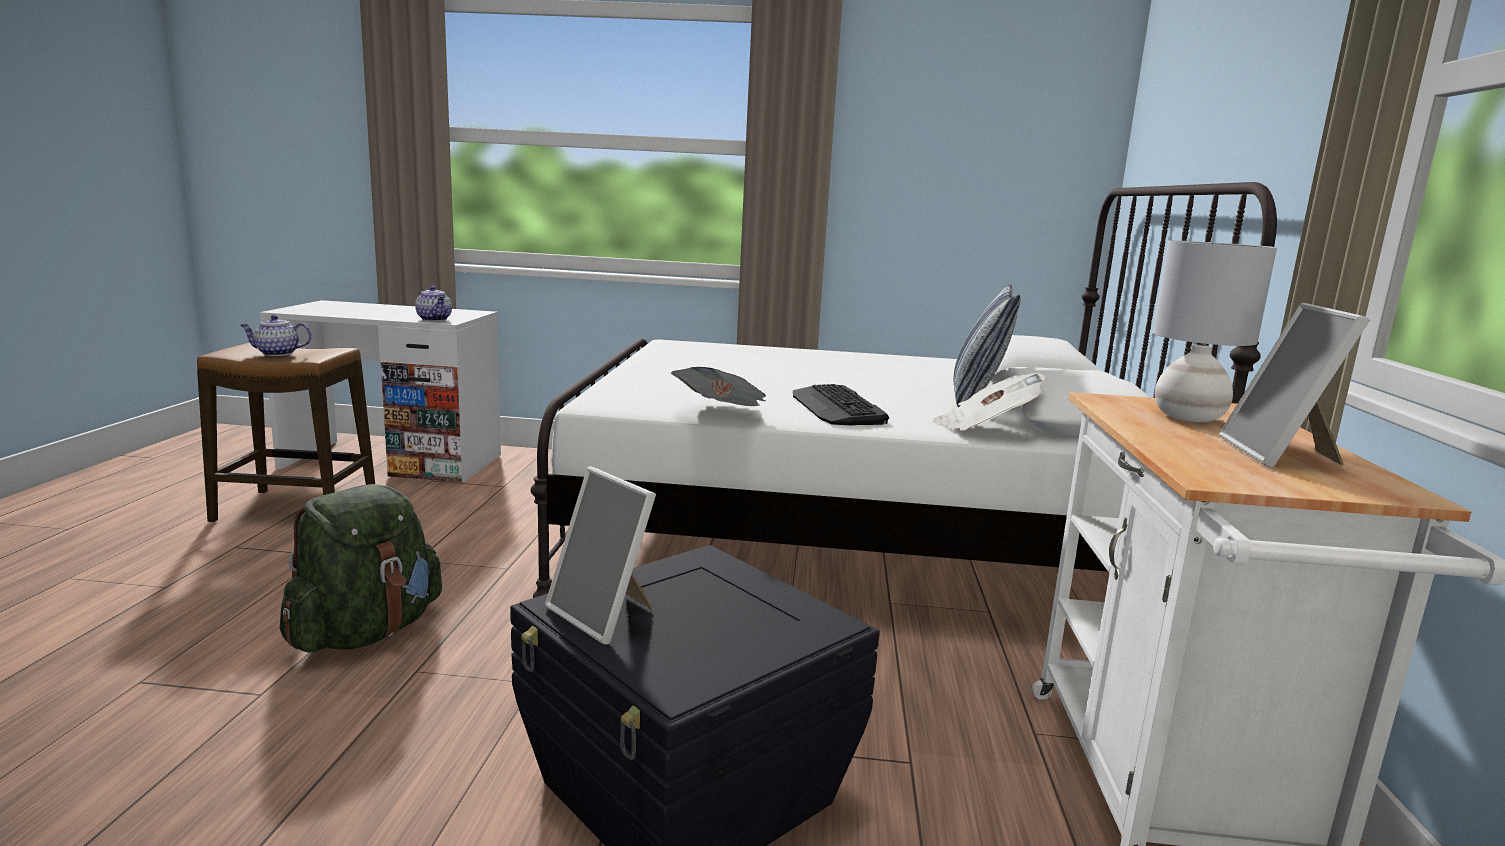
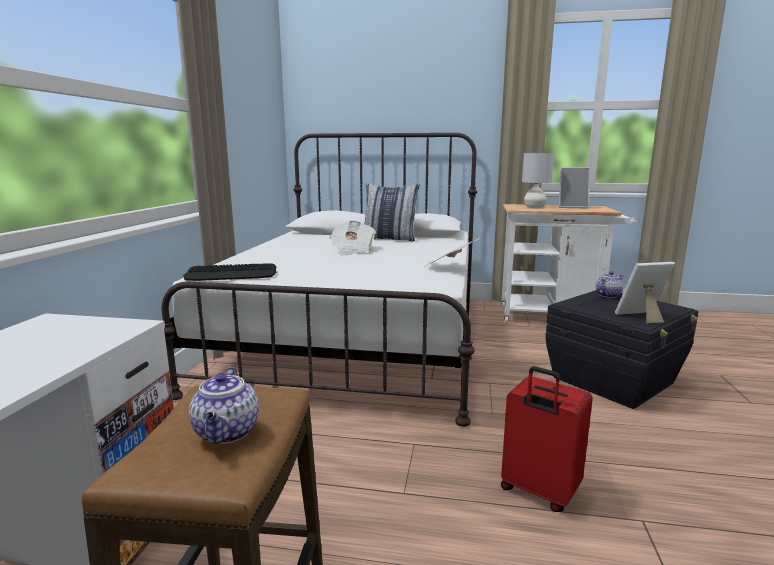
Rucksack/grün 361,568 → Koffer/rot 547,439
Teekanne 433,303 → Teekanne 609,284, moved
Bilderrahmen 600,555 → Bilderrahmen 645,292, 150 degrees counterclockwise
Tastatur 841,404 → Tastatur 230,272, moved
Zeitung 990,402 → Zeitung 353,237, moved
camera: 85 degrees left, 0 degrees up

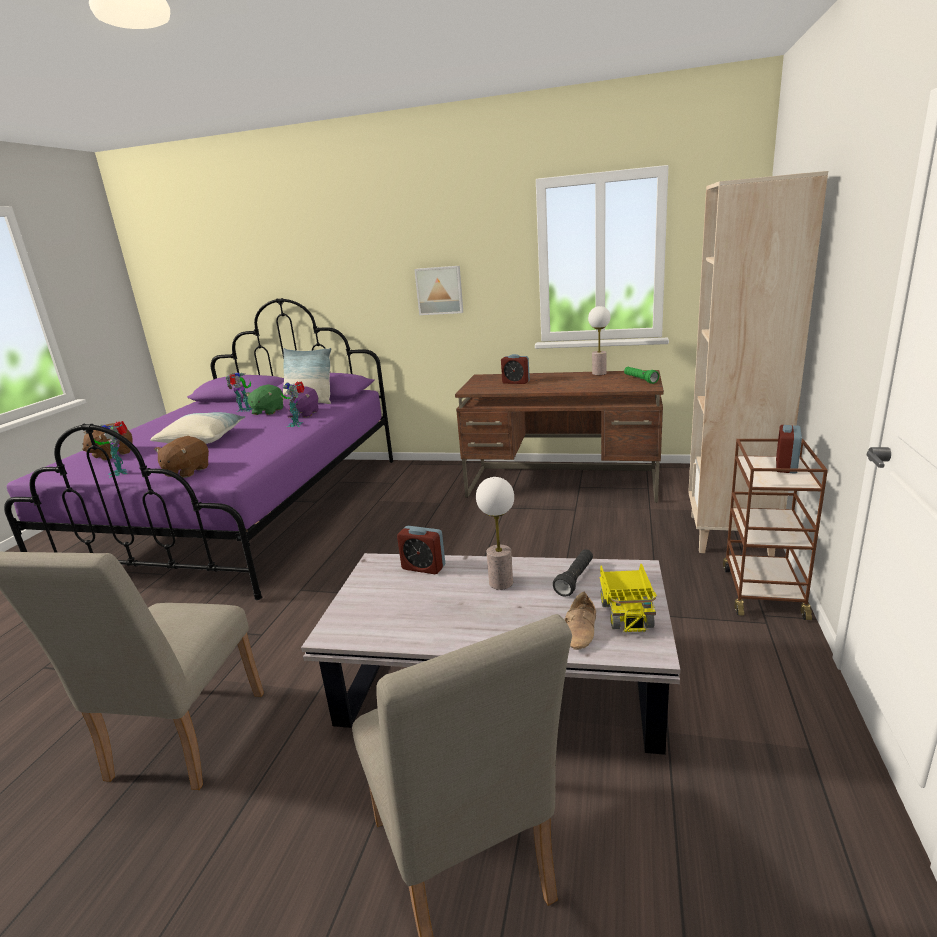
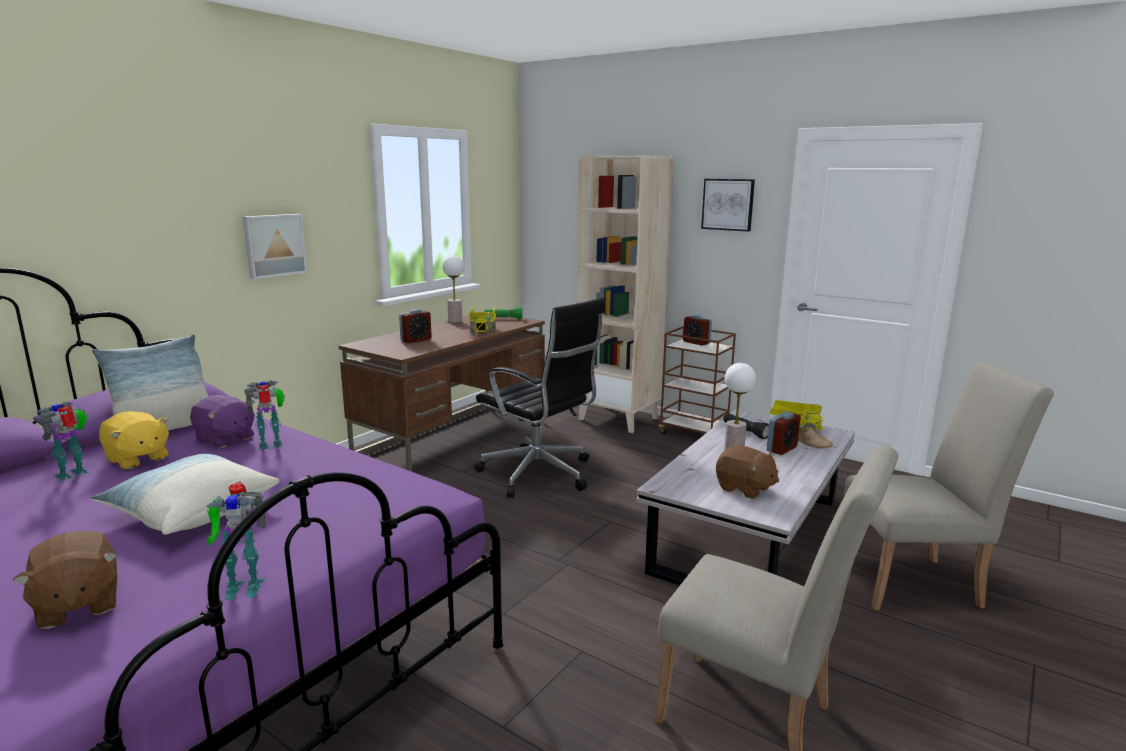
Plüschtier/braun 181,457 → Plüschtier/braun 747,472, moved
Plüschtier/grün 264,399 → Plüschtier/gelb 134,440
Spielzeugroboter 293,404 → Spielzeugroboter 264,415, 135 degrees clockwise
Wecker 421,550 → Wecker 784,433, moved
- → Spielzeuglaster 482,320
- → Bürostuhl/schwarz 540,397
- → Bild 728,205
camera: 70 degrees left, 5 degrees down

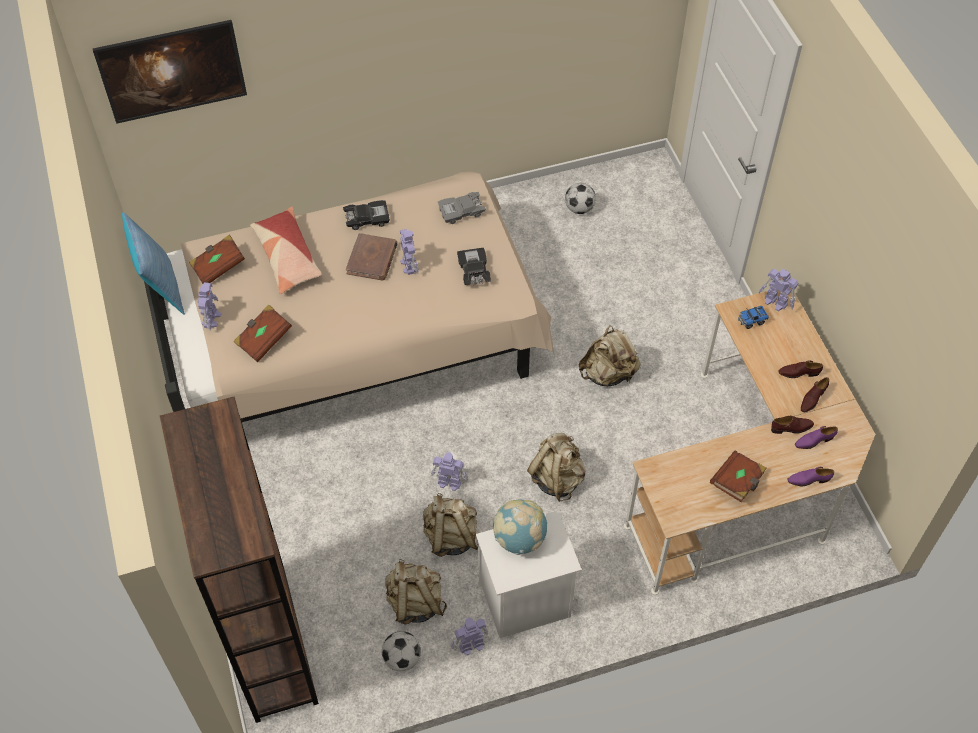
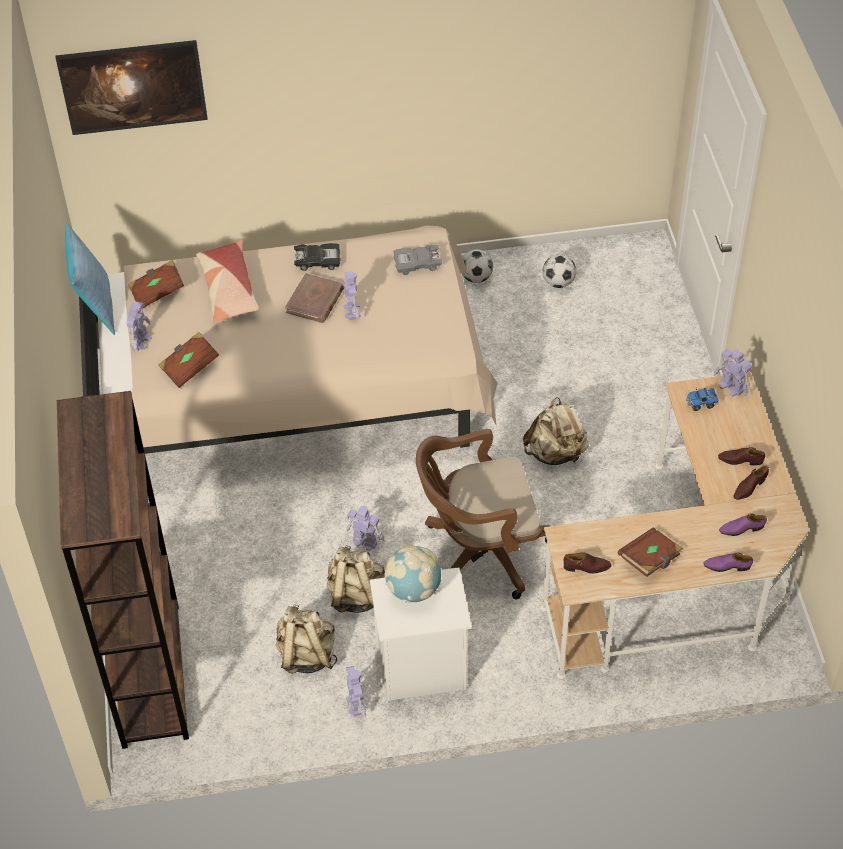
Fußball 401,651 → Fußball 477,266, moved
Spielzeugroboter 469,636 → Spielzeugroboter 356,691, 90 degrees clockwise
Spielzeugauto/schwarz 474,266 → -
Rucksack/beige 556,467 → Bürostuhl/braun 483,514
Schuh/braun 792,425 → Schuh/braun 587,563, moved
camera: 10 degrees right, 5 degrees down

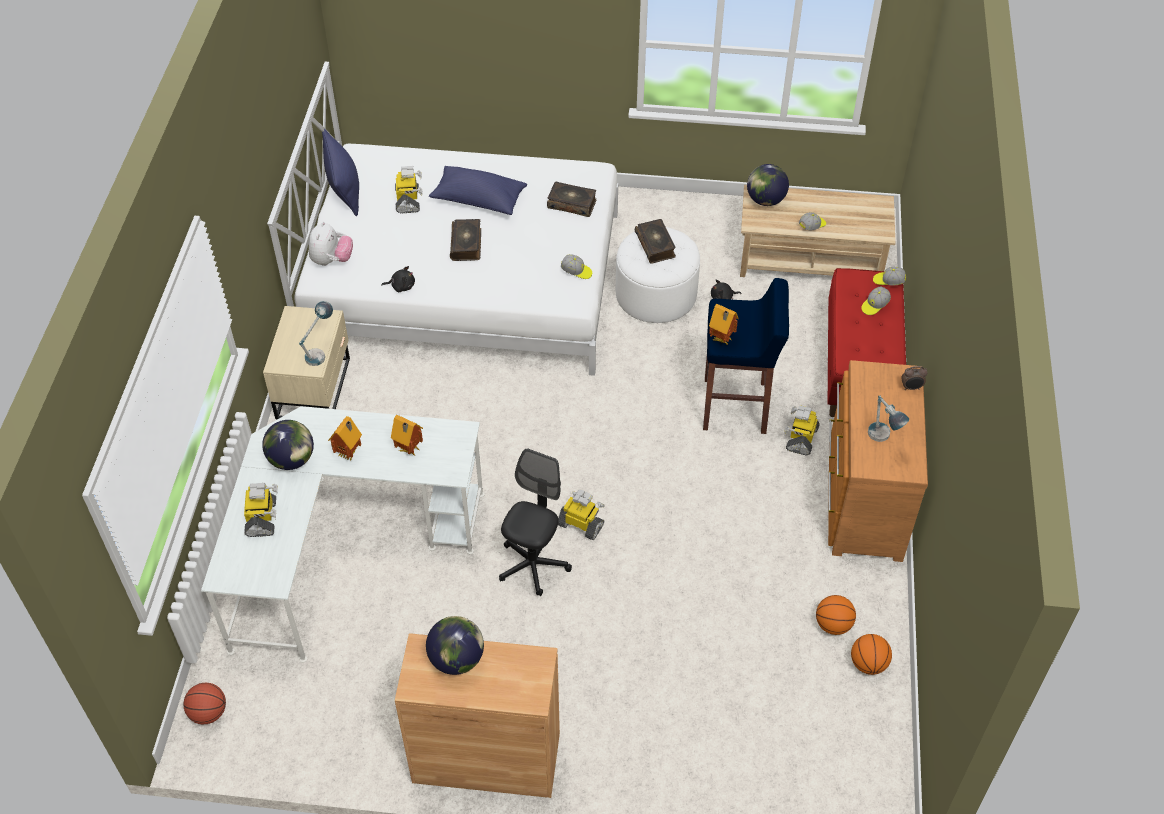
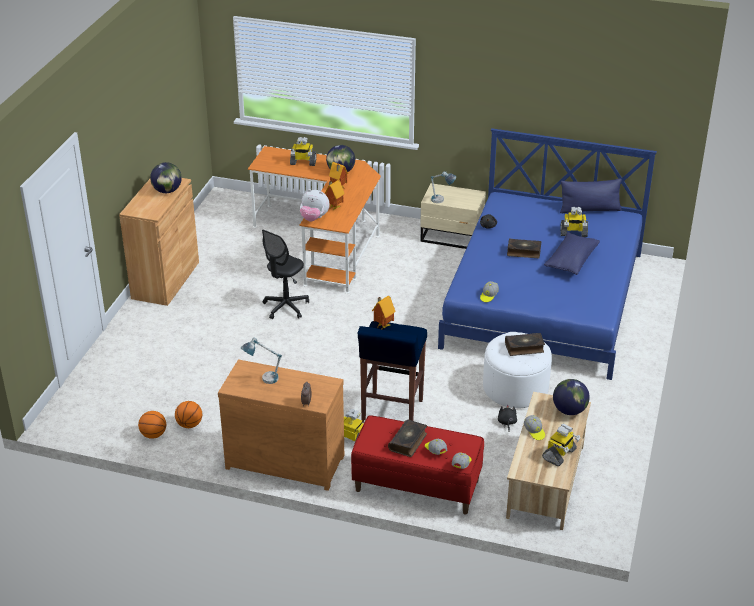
Basketball 204,703 → -
Schreibtisch/weiß 343,534 → Schreibtisch/orange 314,220
Bett/weiß 442,219 → Bett/blau 547,254
Plüschtier 331,244 → Plüschtier 315,205, moved
Bürostuhl/schwarz 535,522 → Bürostuhl/schwarz 285,274, 90 degrees clockwise
Buch 571,199 → Buch 407,438, moved
Spielzeugroboter 581,515 → Spielzeugroboter 561,445, moved
camera: 100 degrees right, 15 degrees down

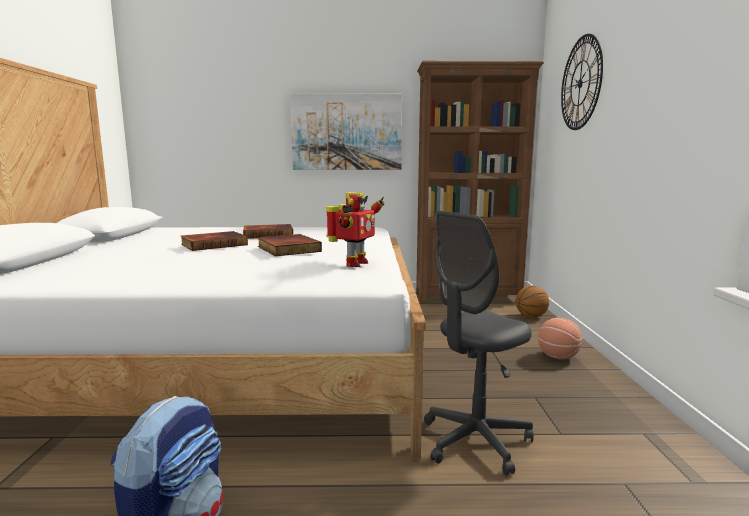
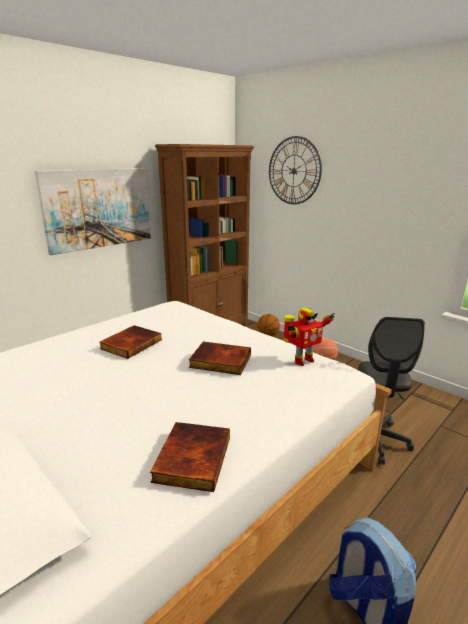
Buch 214,241 → Buch 190,457, moved
Spielzeugroboter 355,229 → Spielzeugroboter 309,336, 75 degrees clockwise
camera: 45 degrees left, 10 degrees up

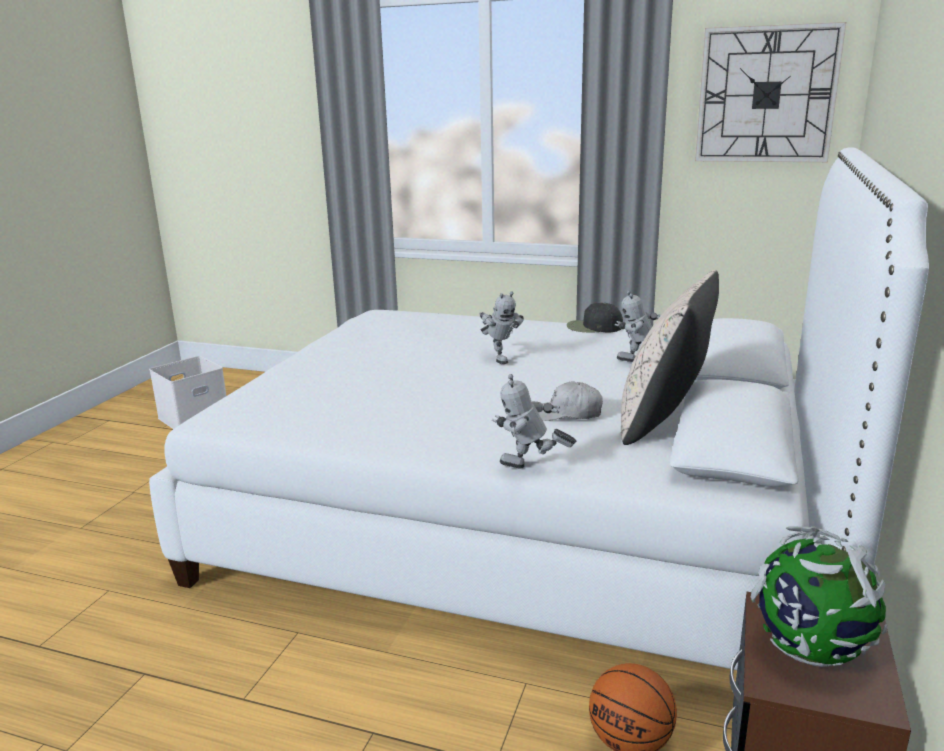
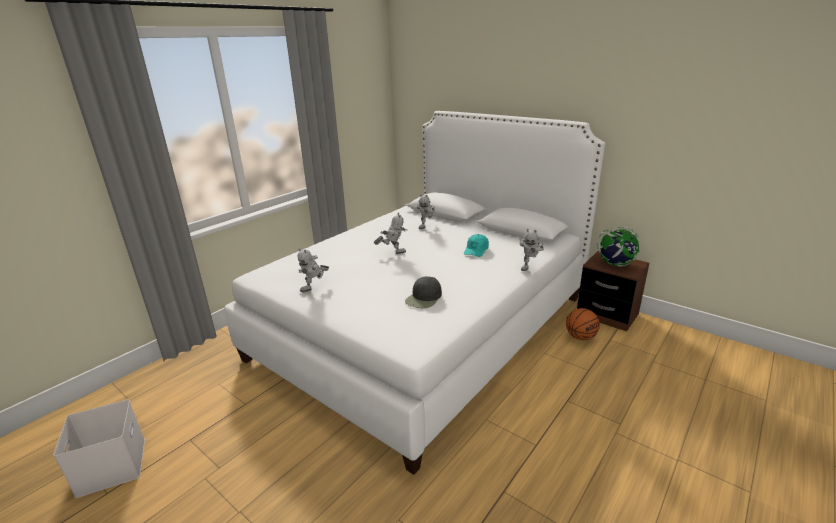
Kappe/weiß 570,401 → Kappe/türkis 476,245
Kappe/schwarz 595,317 → Kappe/schwarz 423,292, moved
Kissen/beige 670,357 → -
Wanduhr 770,92 → -
- → Spielzeugroboter 313,270
camera: 70 degrees left, 5 degrees up

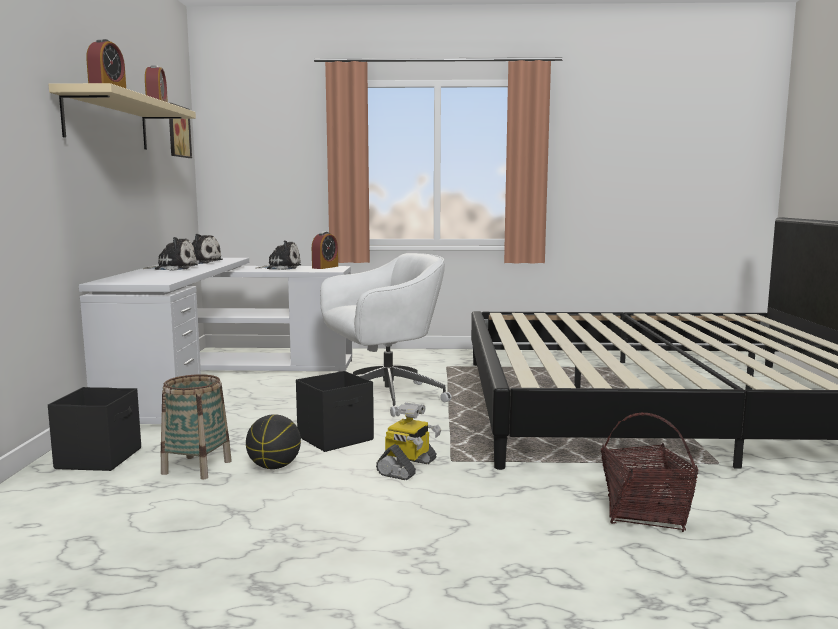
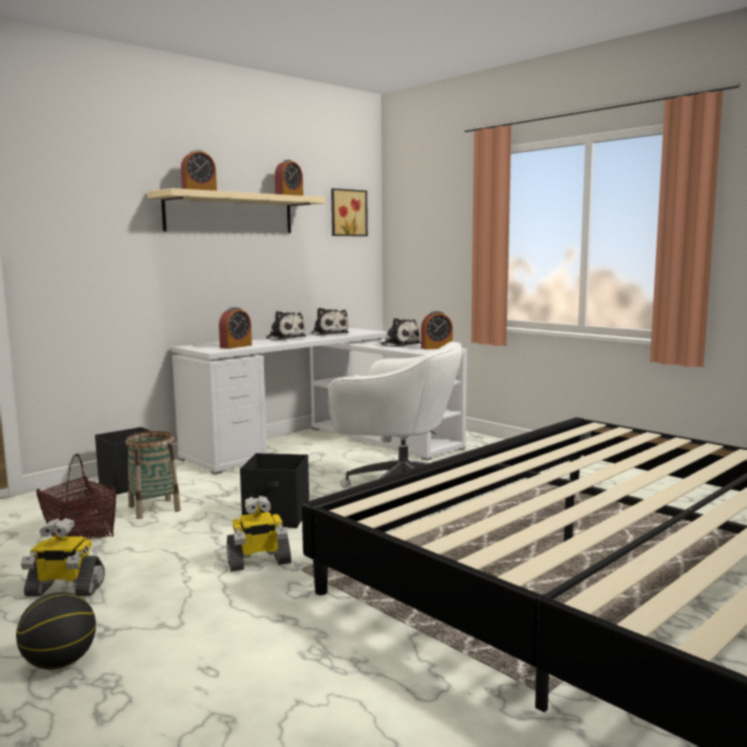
Basketball 273,441 → Basketball 56,630, moved
Korb 649,472 → Korb 76,497, moved
- → Spielzeugroboter 63,557
- → Wecker 235,328
camera: 45 degrees right, 0 degrees up

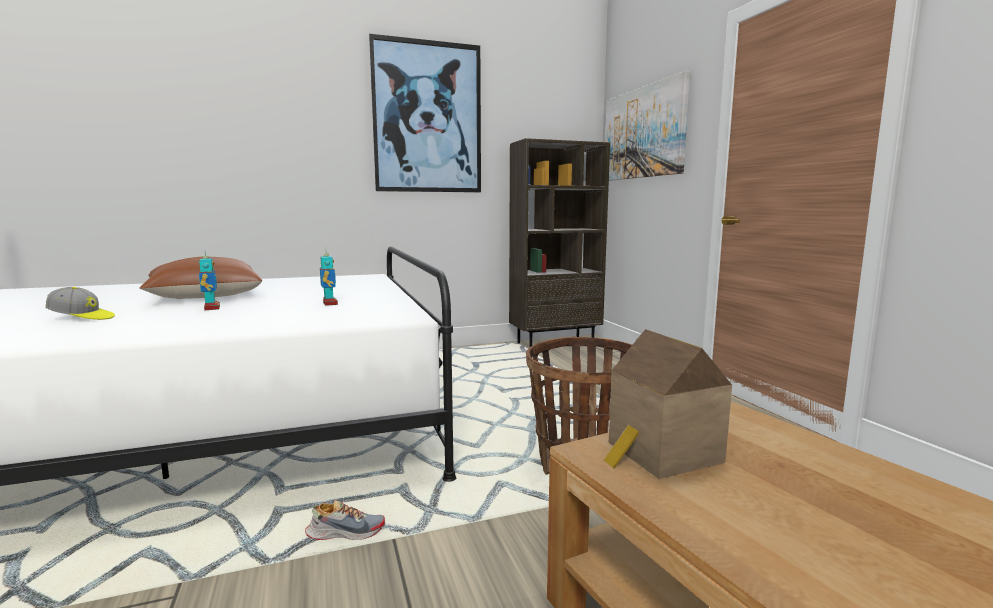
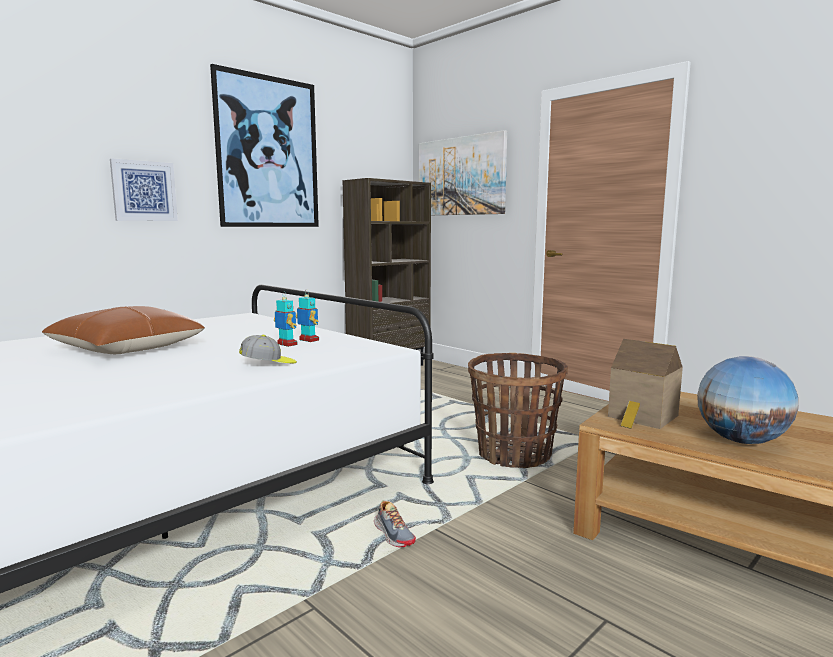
Kappe 80,303 → Kappe 268,349, moved
Spielzeugroboter 209,281 → Spielzeugroboter 307,317, moved
Schuh 345,520 → Schuh 395,523, 90 degrees clockwise
- → Bild 144,189
- → Globus 748,400
camera: 25 degrees left, 0 degrees up

